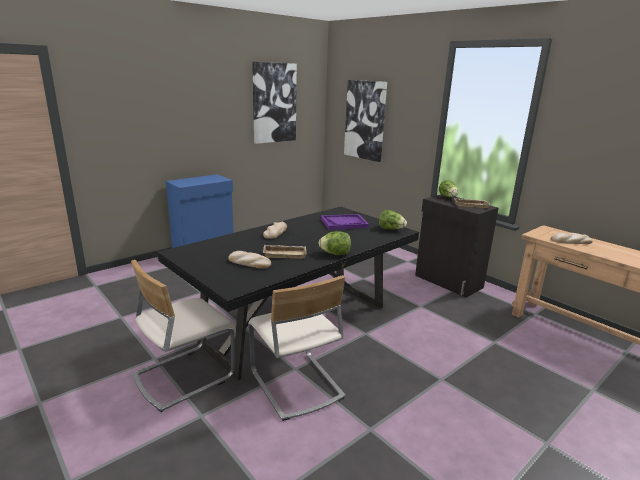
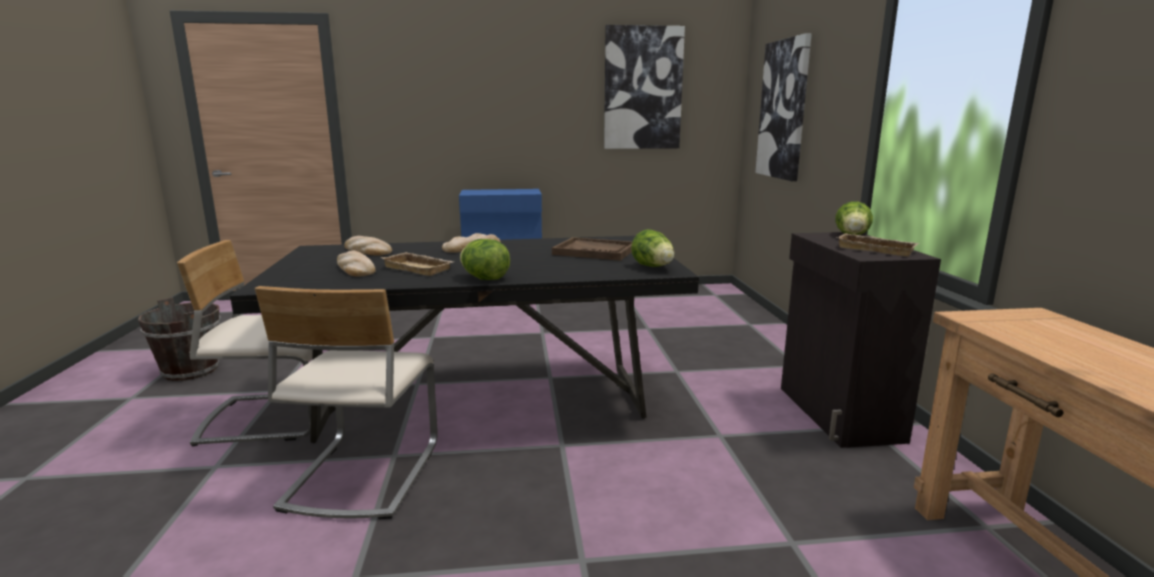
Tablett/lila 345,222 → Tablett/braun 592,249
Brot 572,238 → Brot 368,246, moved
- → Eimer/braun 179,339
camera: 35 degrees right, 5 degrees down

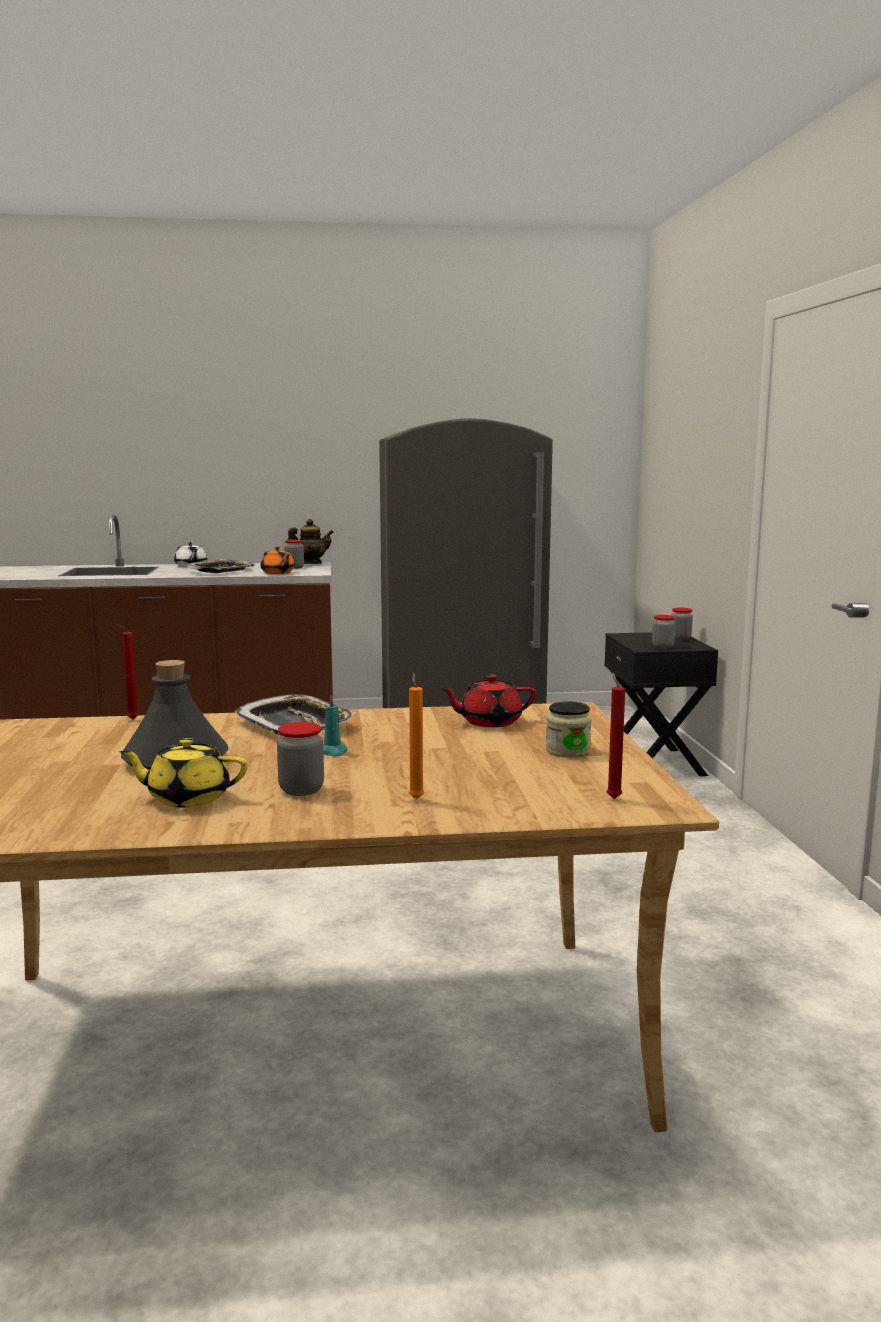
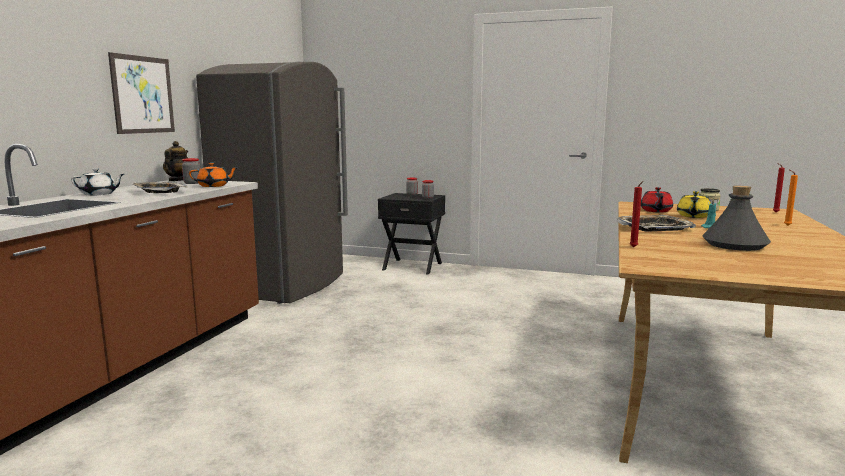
Teekanne/gelb 183,772 → Teekanne/gelb 694,204, moved
Vorratsglas 300,759 → -
- → Bild 141,93
camera: 65 degrees left, 0 degrees up

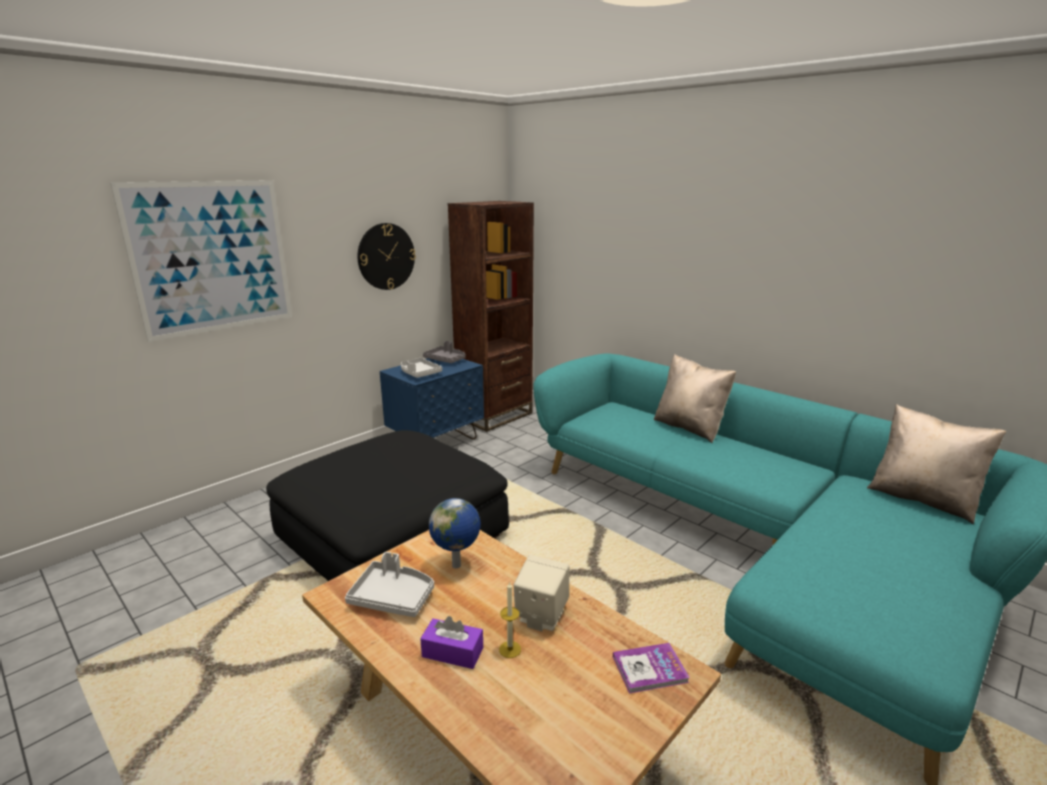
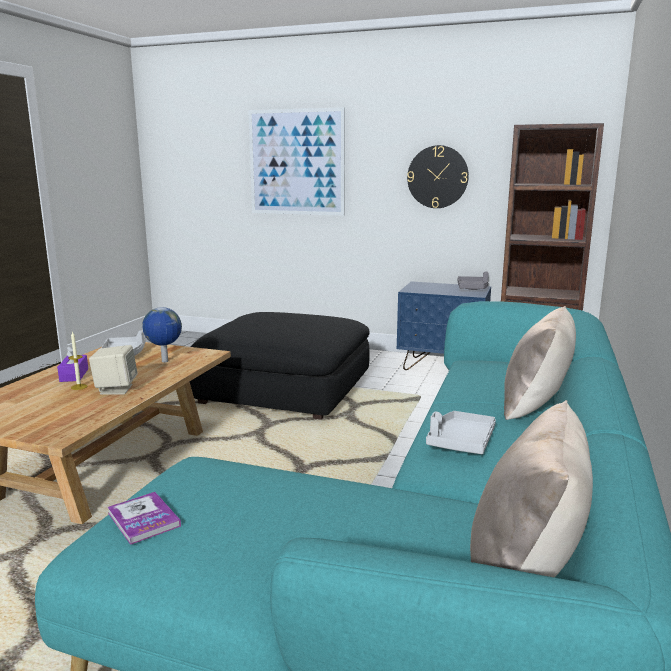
Tablett/grau 421,368 → Tablett/grau 461,432, moved
Buch 651,668 → Buch 144,518, moved
camera: 65 degrees right, 5 degrees down

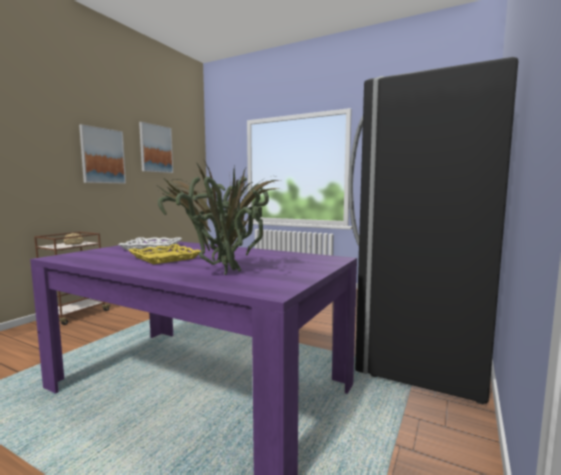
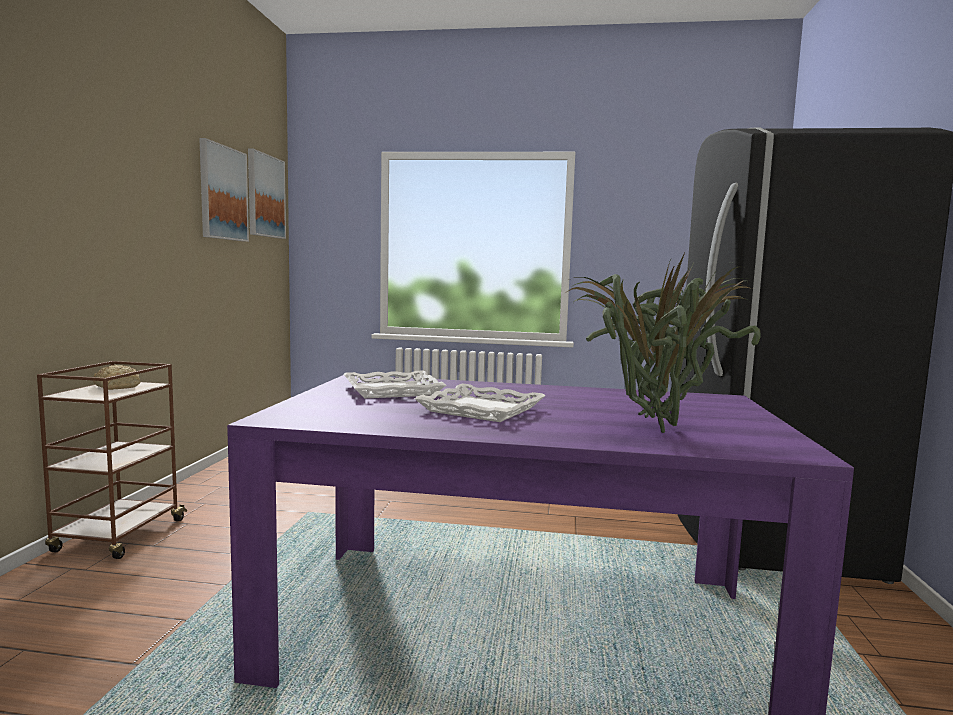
Bild 102,154 → Bild 267,193, moved
Tablett/gelb 164,254 → Tablett/weiß 480,402
camera: 20 degrees left, 0 degrees up

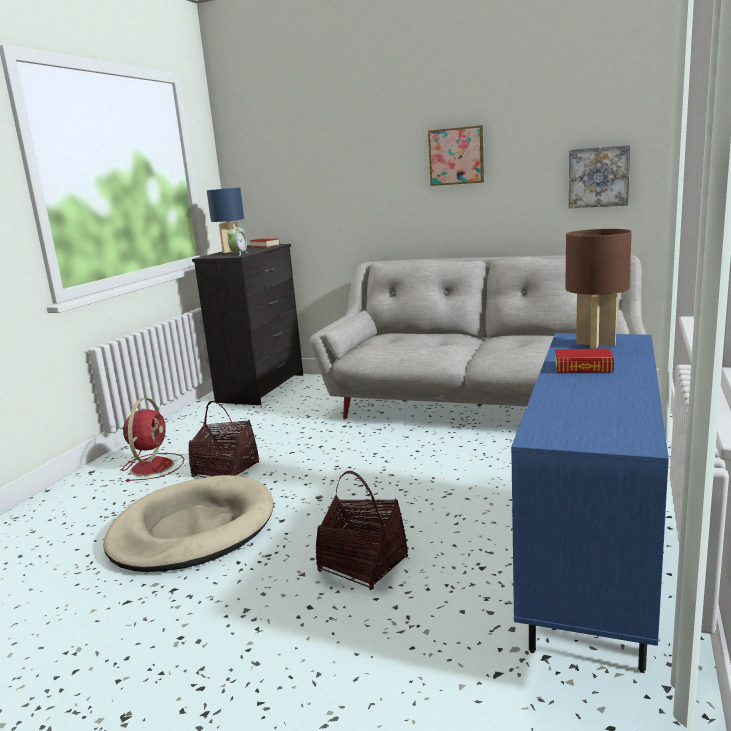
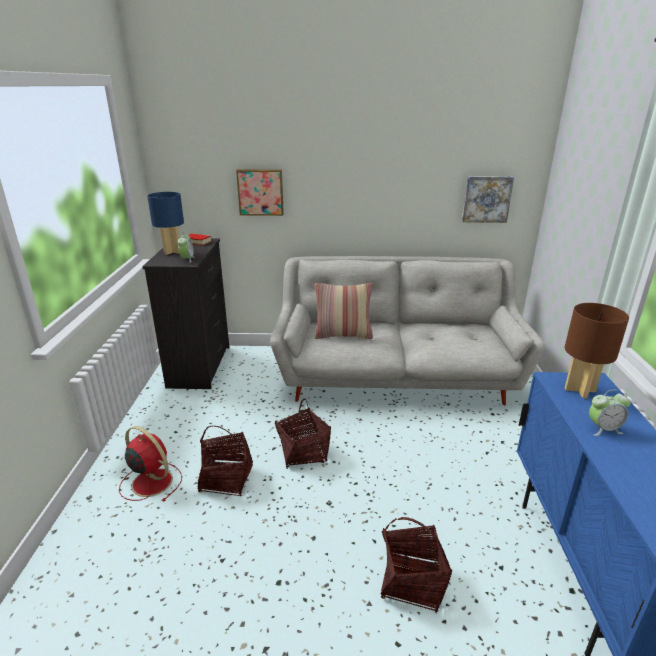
Hundebett/beige 188,523 → -
Ventilator/rot 153,440 → Ventilator/rot 150,463, 45 degrees counterclockwise
Bild 456,155 → Bild 260,192, moved
Buch 584,361 → Wecker 610,413
- → Korb 303,433
- → Kissen 344,311
camera: 20 degrees left, 10 degrees up

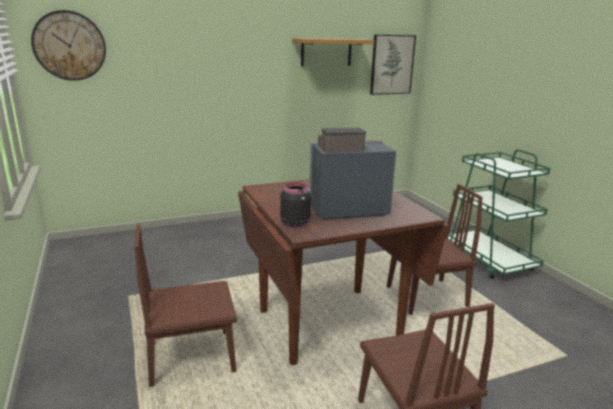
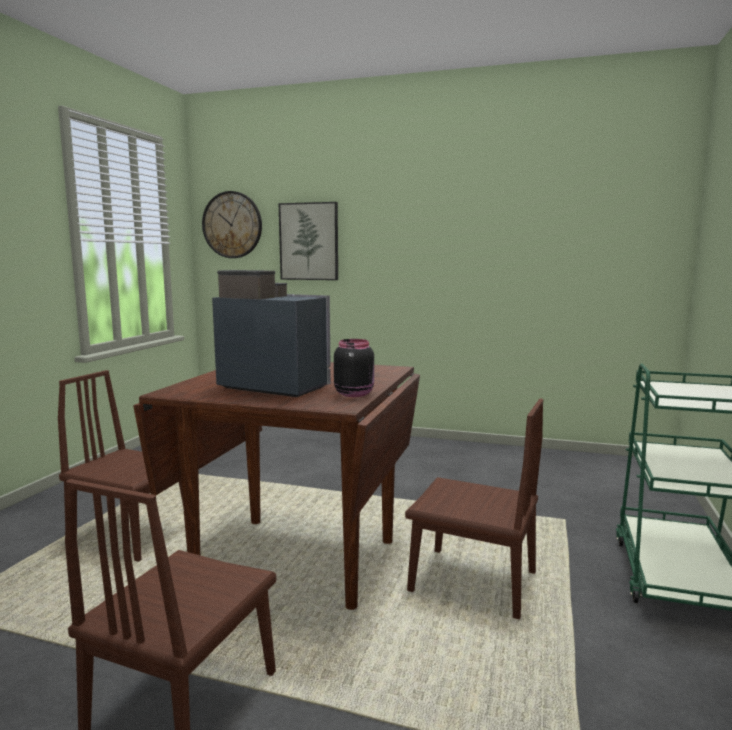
Vorratsglas/schwarz 295,205 → Vorratsglas/schwarz 354,368, moved
Wandregal 333,52 → -
Bild 393,64 → Bild 308,241, moved
camera: 40 degrees right, 10 degrees down

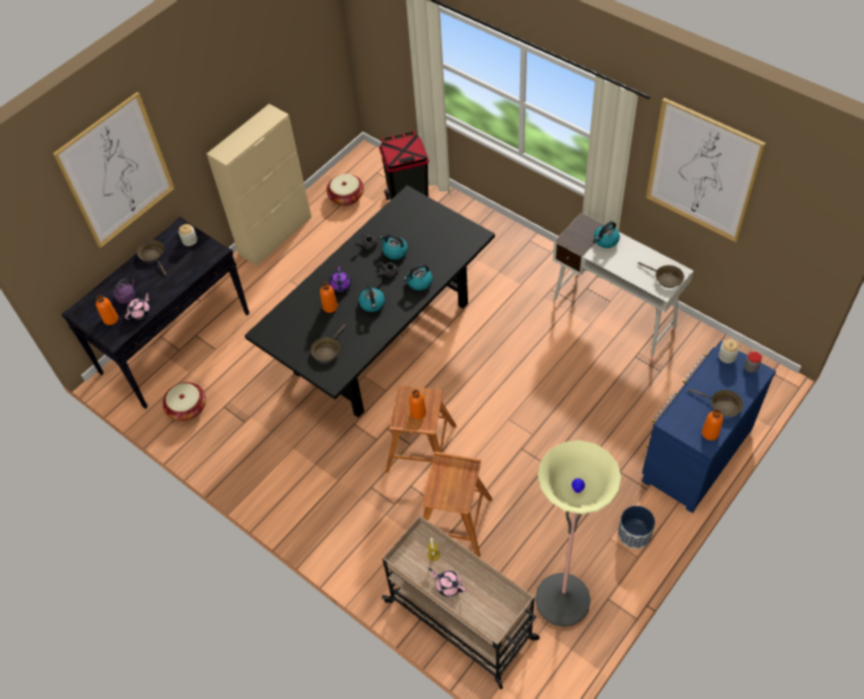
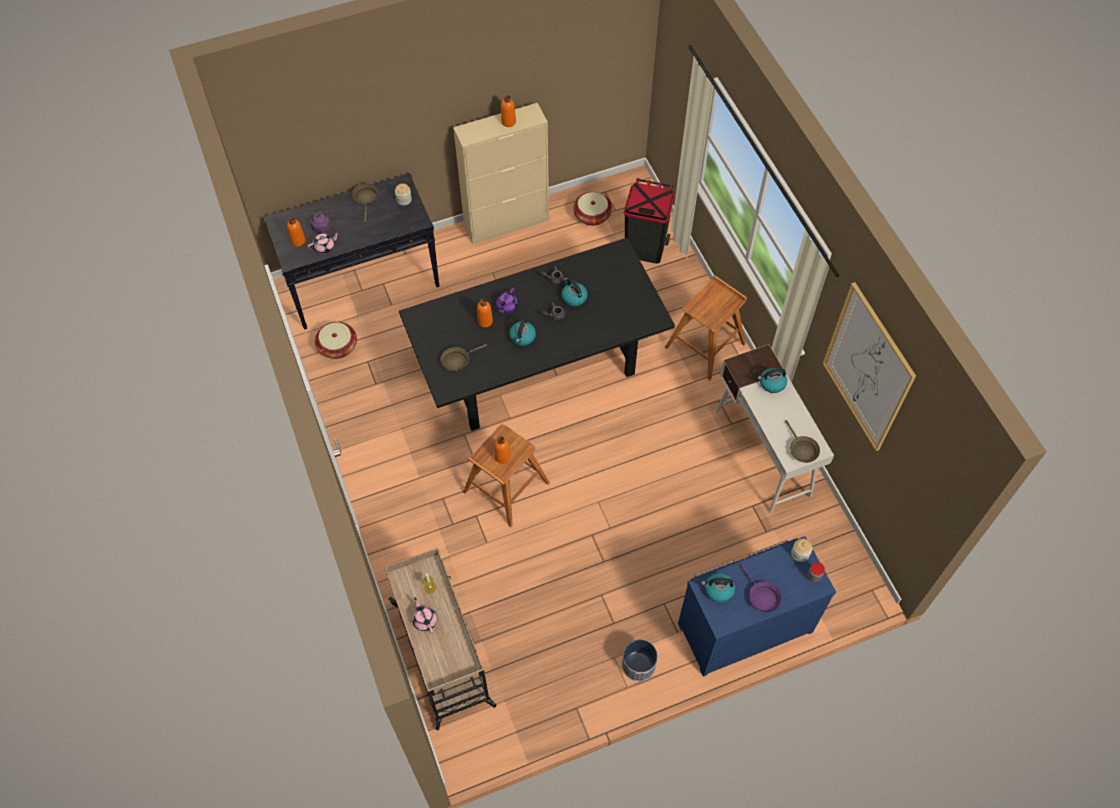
Bild 114,170 → -
Wasserkessel 418,277 → Wasserkessel 718,588, moved
Hocker/braun 457,505 → Hocker/braun 706,327, moved
Stehlampe 578,533 → -
Pfanne/braun 716,402 → Pfanne/lila 761,588
Flasche/orange 712,424 → Flasche/orange 508,111, moved
camera: 25 degrees right, 5 degrees up

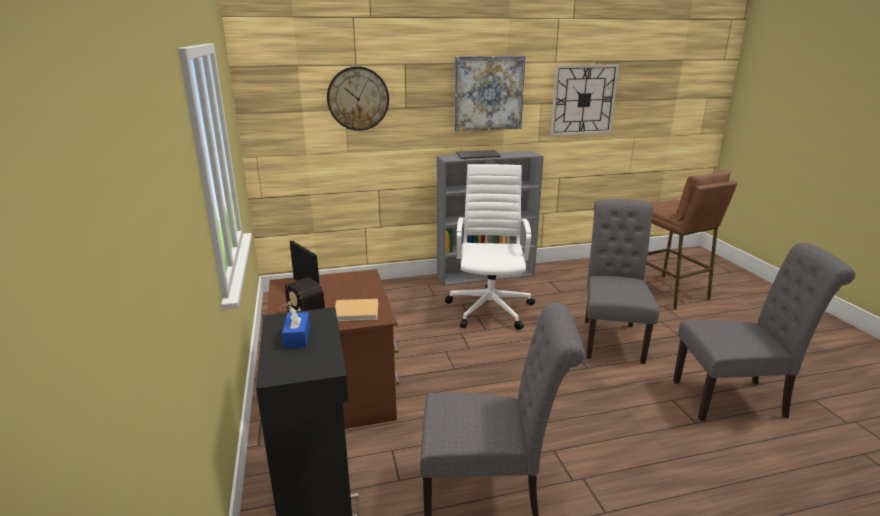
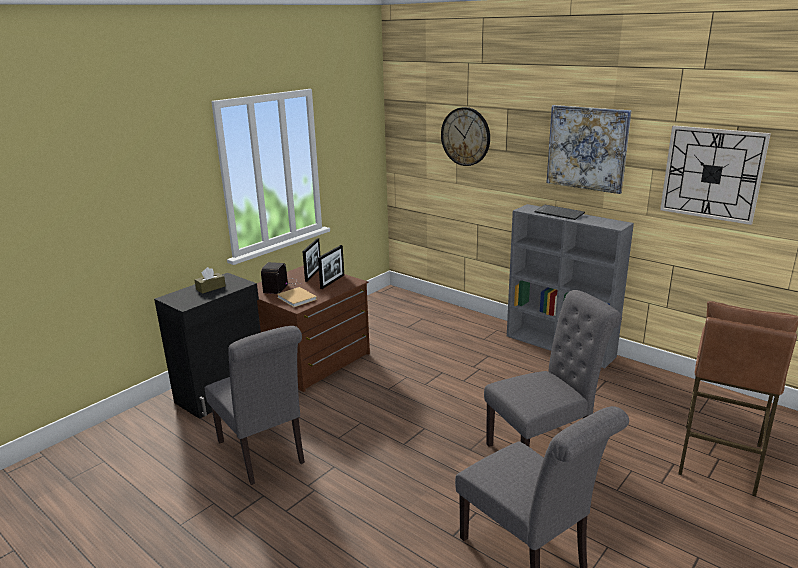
Taschentuchbox/blau 296,328 → Taschentuchbox/braun 210,280
Bürostuhl/weiß 490,247 → -
- → Bilderrahmen 331,267
camera: 55 degrees right, 0 degrees up

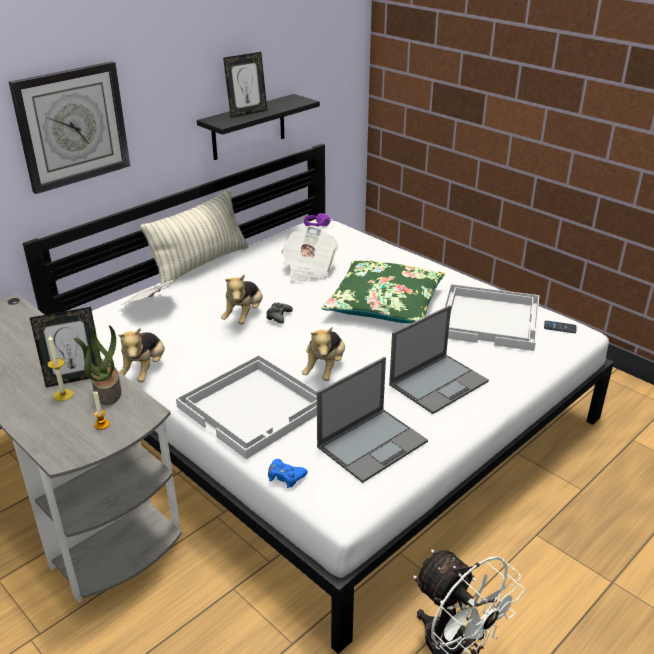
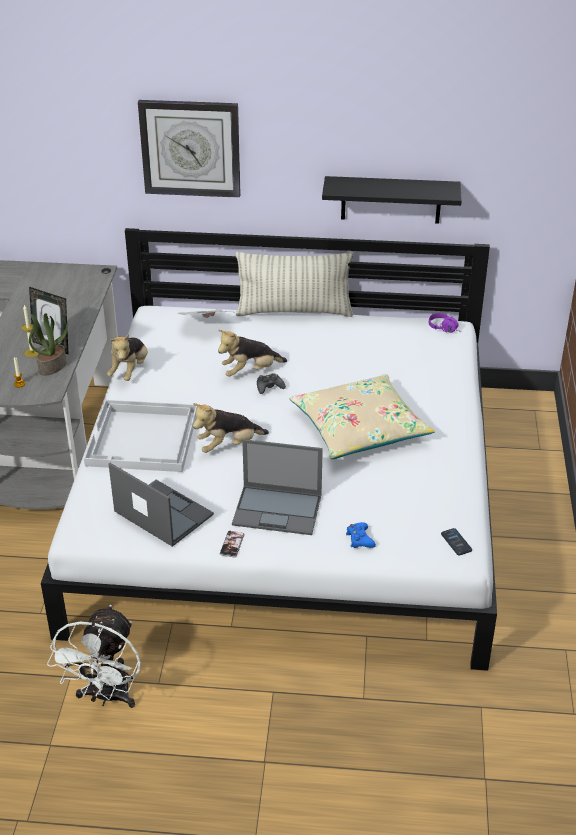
Plüschtier 141,355 → Plüschtier 127,357, 45 degrees counterclockwise
Bilderrahmen 245,85 → -
Gamepad/blau 288,473 → Gamepad/blau 361,535, moved
Zeitung 310,254 → -
Laptop 372,420 → Laptop 161,505, 150 degrees counterclockwise
Kissen/grün 383,291 → Kissen/beige 362,416
Tablett/weiß 491,317 → -
- → Handy 232,543
camera: 50 degrees right, 5 degrees up

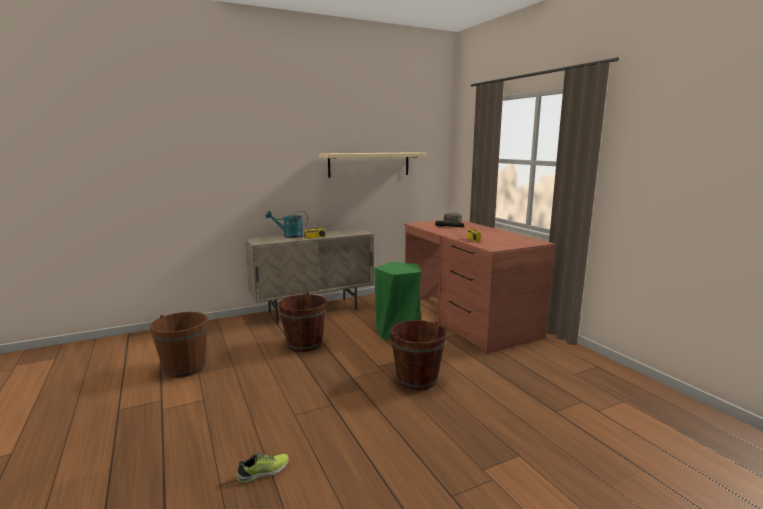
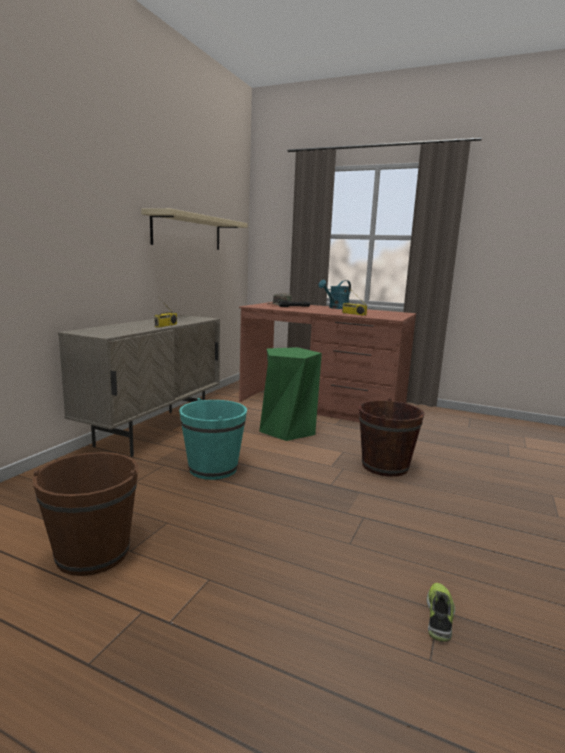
Gießkanne/türkis 286,224 → Gießkanne/türkis 334,294, moved
Eimer/braun 302,322 → Eimer/türkis 213,439
camera: 40 degrees left, 0 degrees up

